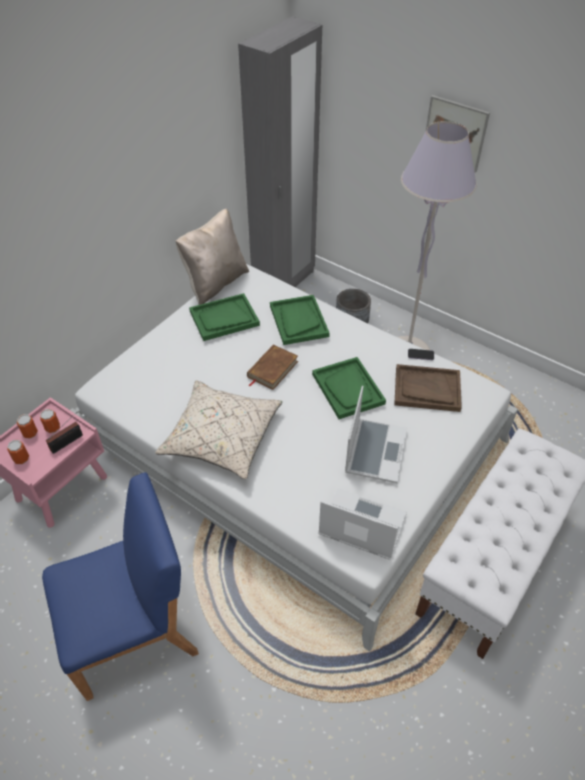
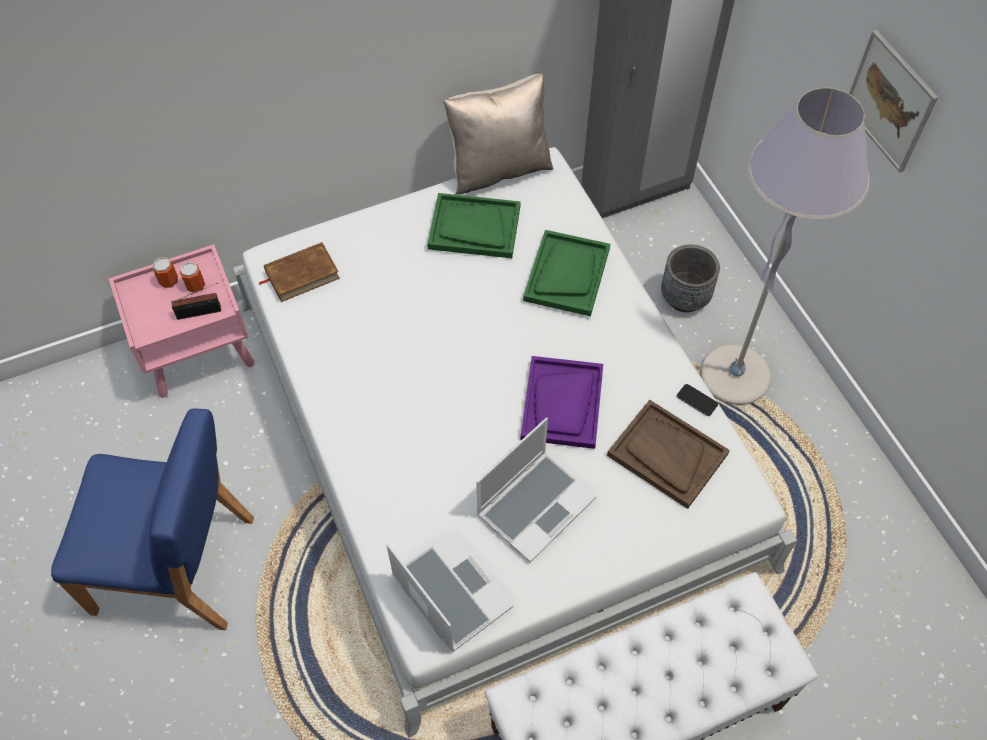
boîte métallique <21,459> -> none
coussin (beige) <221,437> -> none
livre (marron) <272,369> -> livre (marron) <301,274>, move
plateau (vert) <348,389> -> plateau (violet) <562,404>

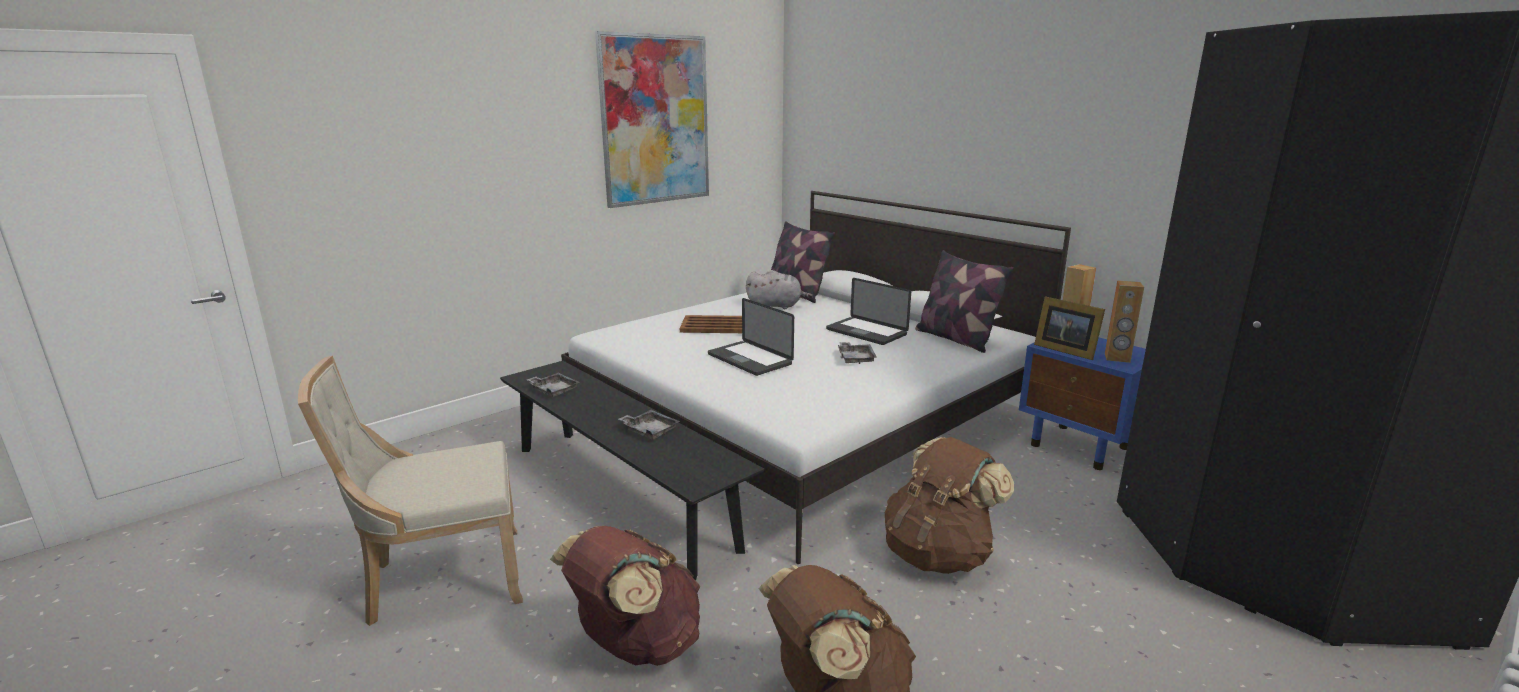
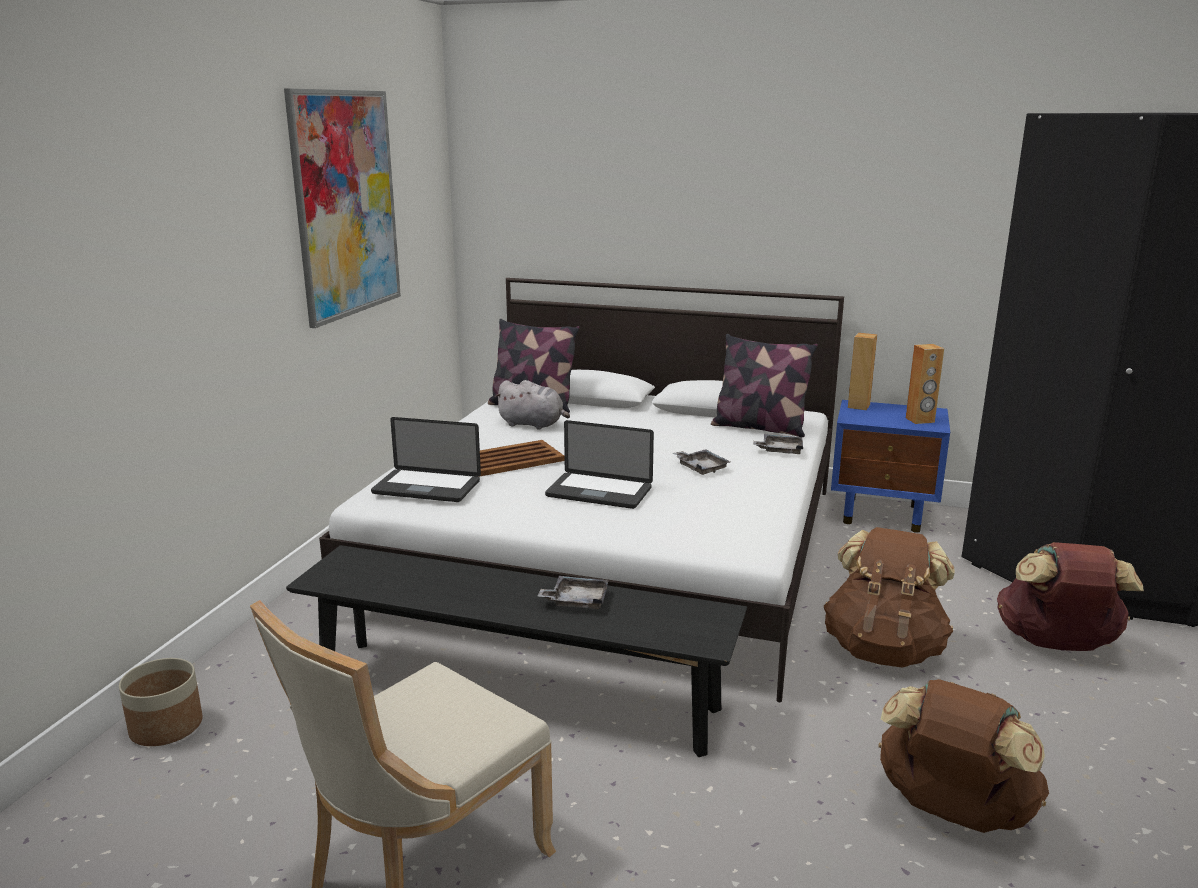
plateau (gris) <553,390> -> plateau (gris) <780,450>, move
sac à dos (marron) <636,645> -> sac à dos (marron) <1056,644>, move
peluche (gris) <776,306> -> peluche (gris) <533,424>, 45 degrees clockwise
ordinateur portable <866,332> -> ordinateur portable <426,487>, move
cadre photo <1064,350> -> none
none -> cache-pot <165,727>

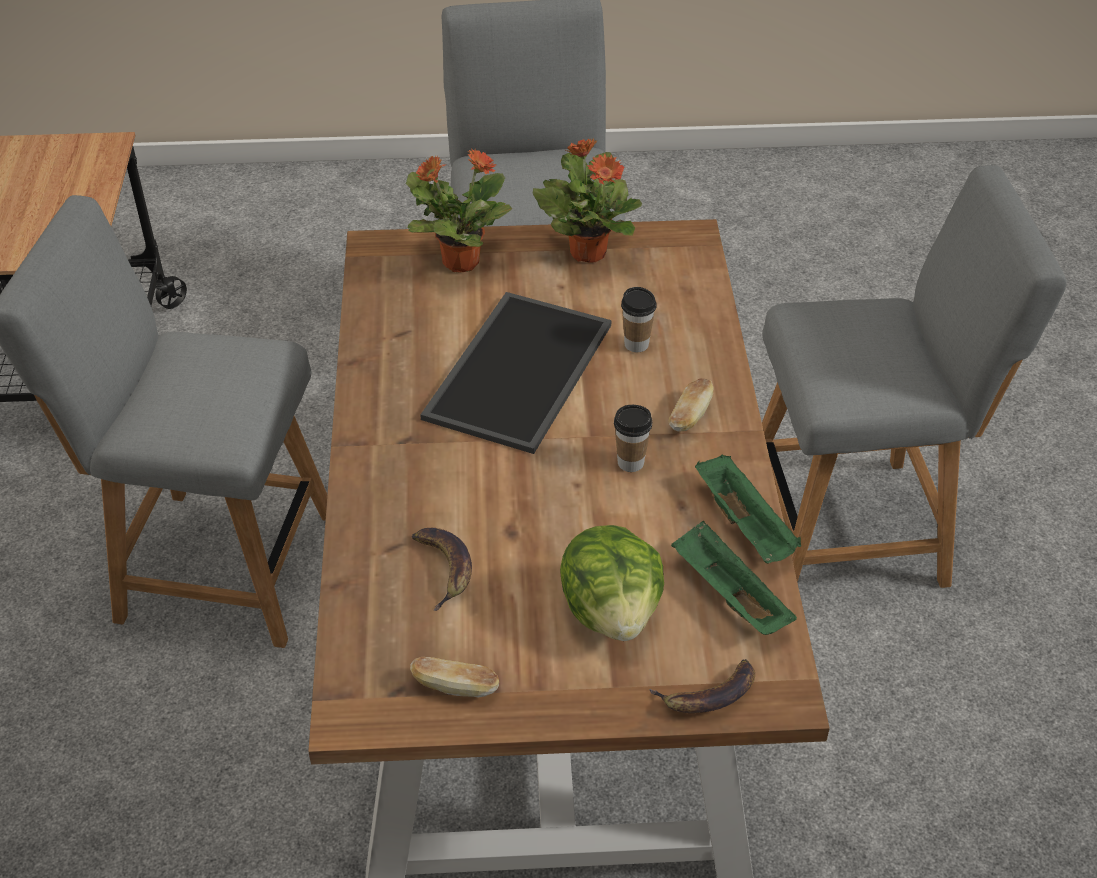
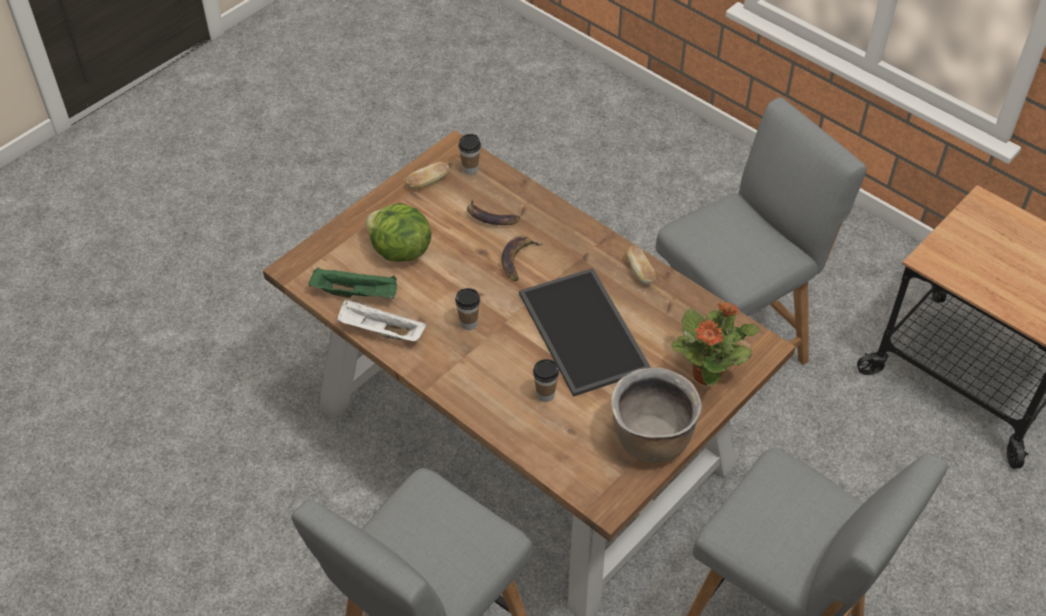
plante en pot <587,251> -> marmite (marron) <650,439>
banane <708,695> -> banane <518,259>, move
pain <689,416> -> pain <640,271>, move
plateau (vert) <745,525> -> plateau (blanc) <380,331>
none -> tasse <470,169>

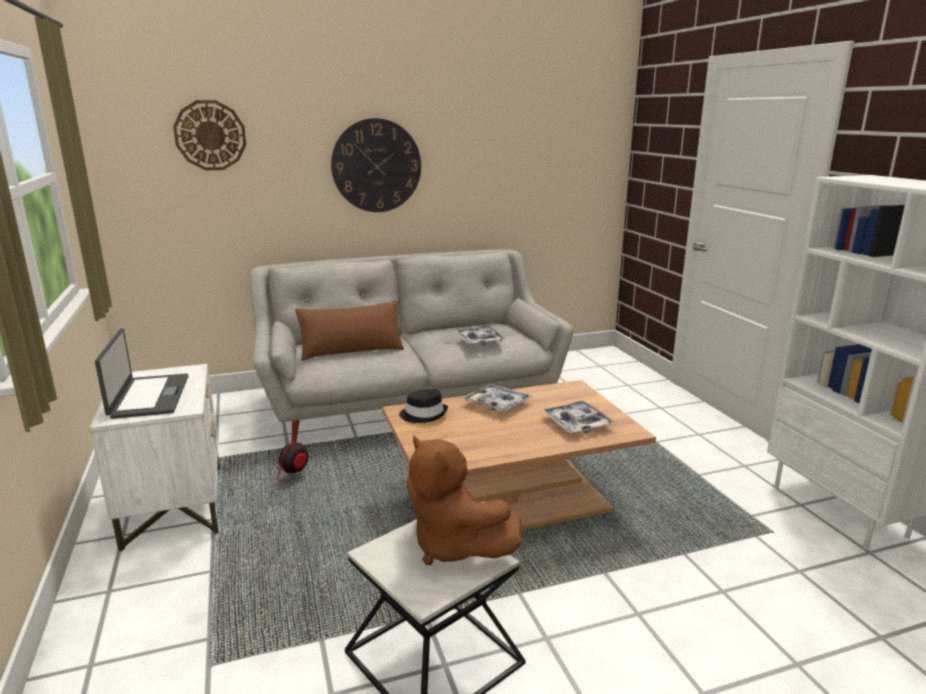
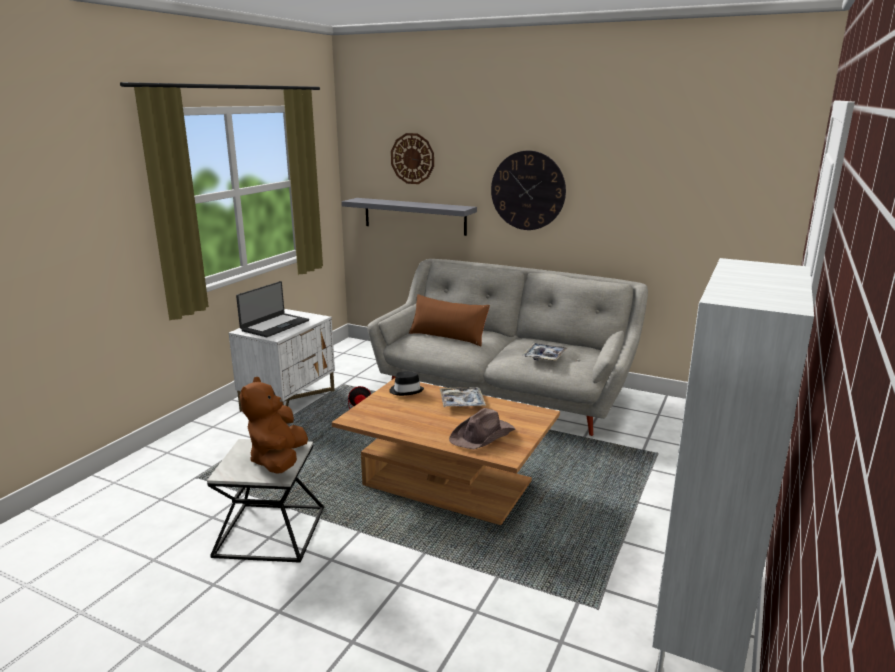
plateau <577,423> -> chapeau (marron) <483,435>
none -> étagère (gris) <414,216>

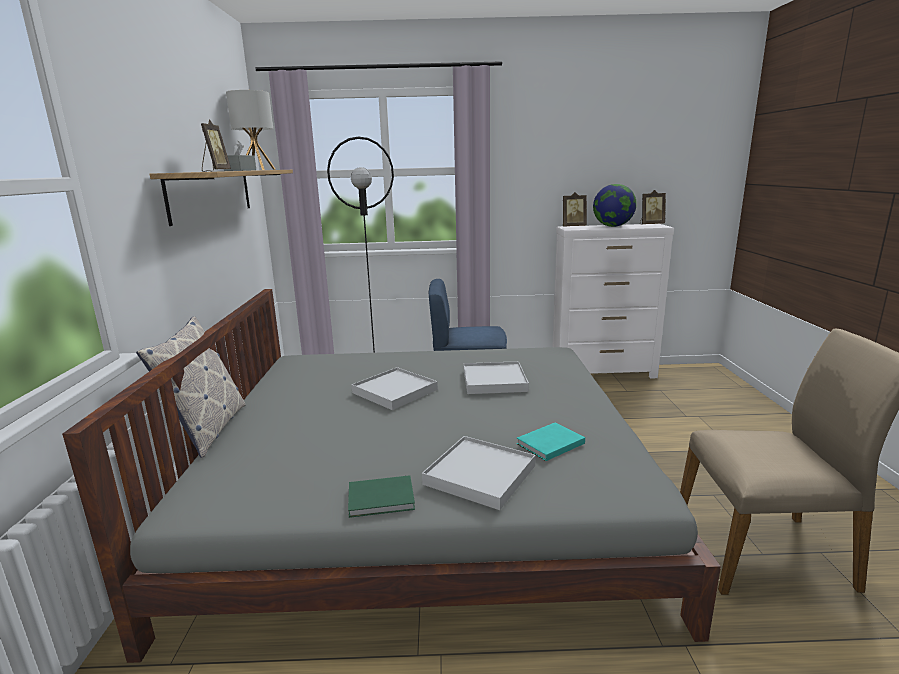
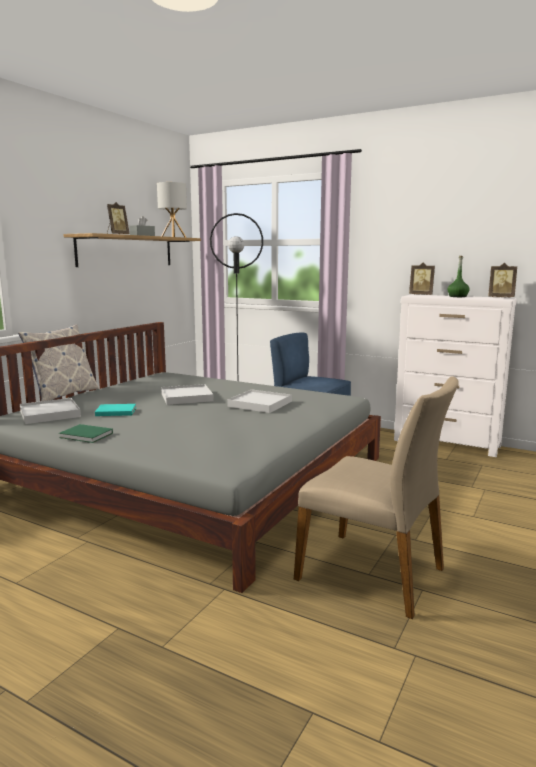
plateau (blanc) <480,475> -> plateau (blanc) <50,414>, move
livre (turquoise) <548,444> -> livre (turquoise) <115,411>, move
globe <613,226> -> bouteille (vert) <457,296>

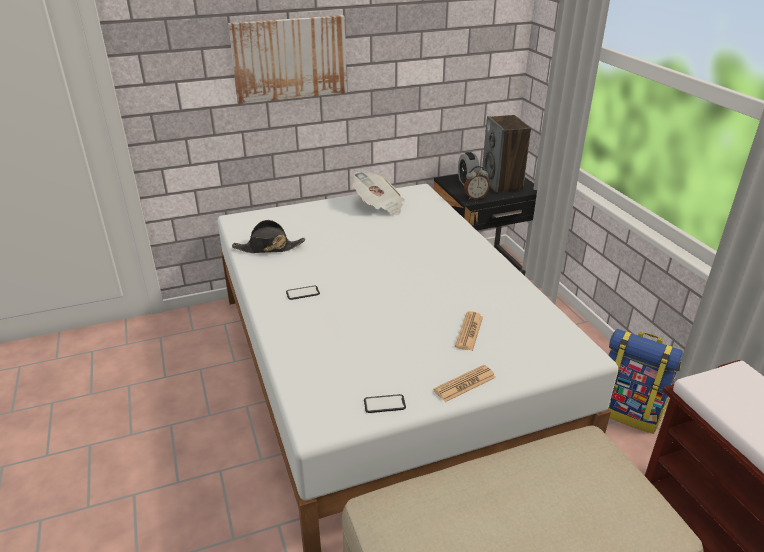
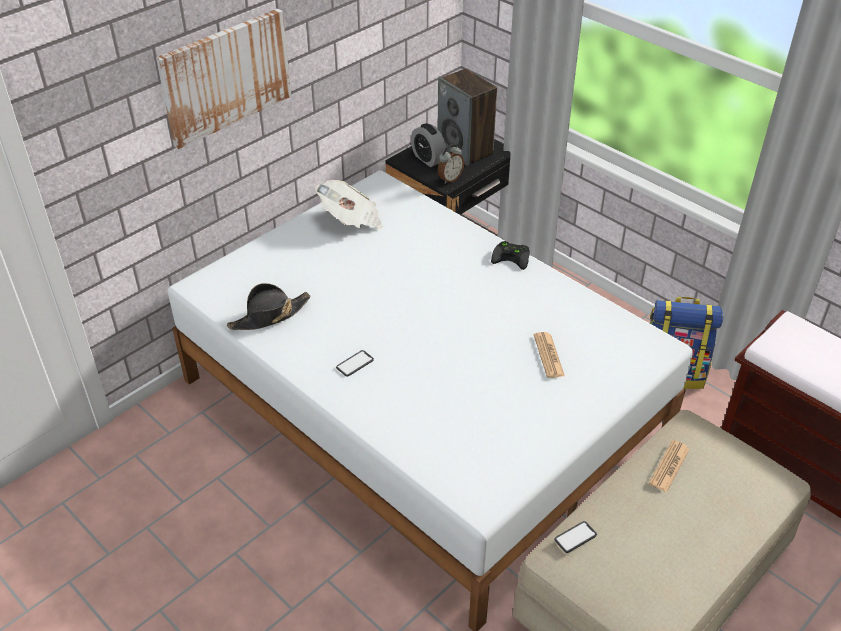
téléphone <384,404> -> téléphone <575,537>, move
journal <465,384> -> journal <669,466>, move
none -> manette (noir) <512,257>

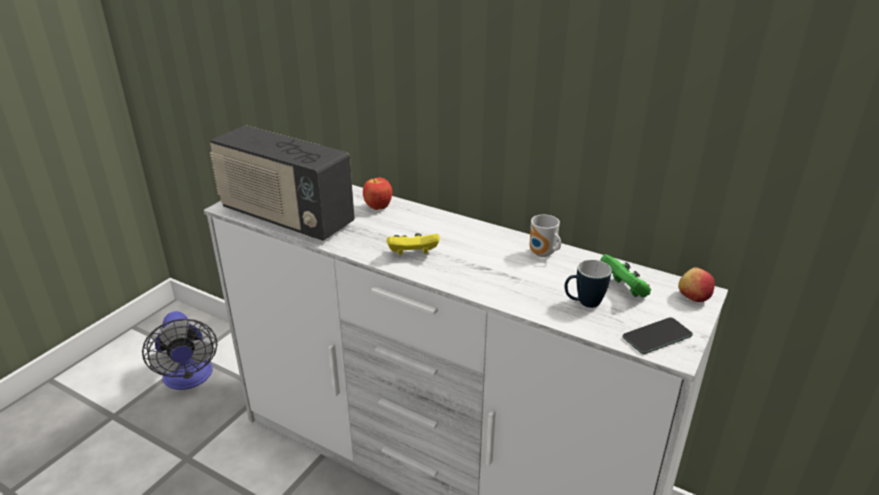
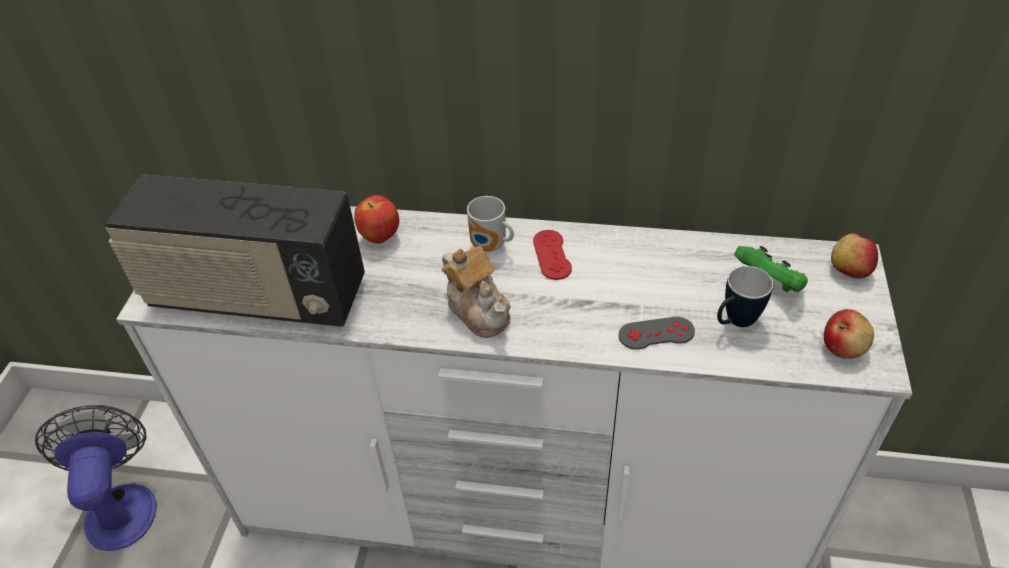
ventilateur <189,379> -> ventilateur <121,504>, 150 degrees counterclockwise
manette (jaune) <413,255> -> théière <478,309>
mug <543,254> -> mug <490,247>, move
téléphone <657,336> -> pomme <843,346>
none -> manette (rouge) <552,255>
none -> manette (gris) <656,333>

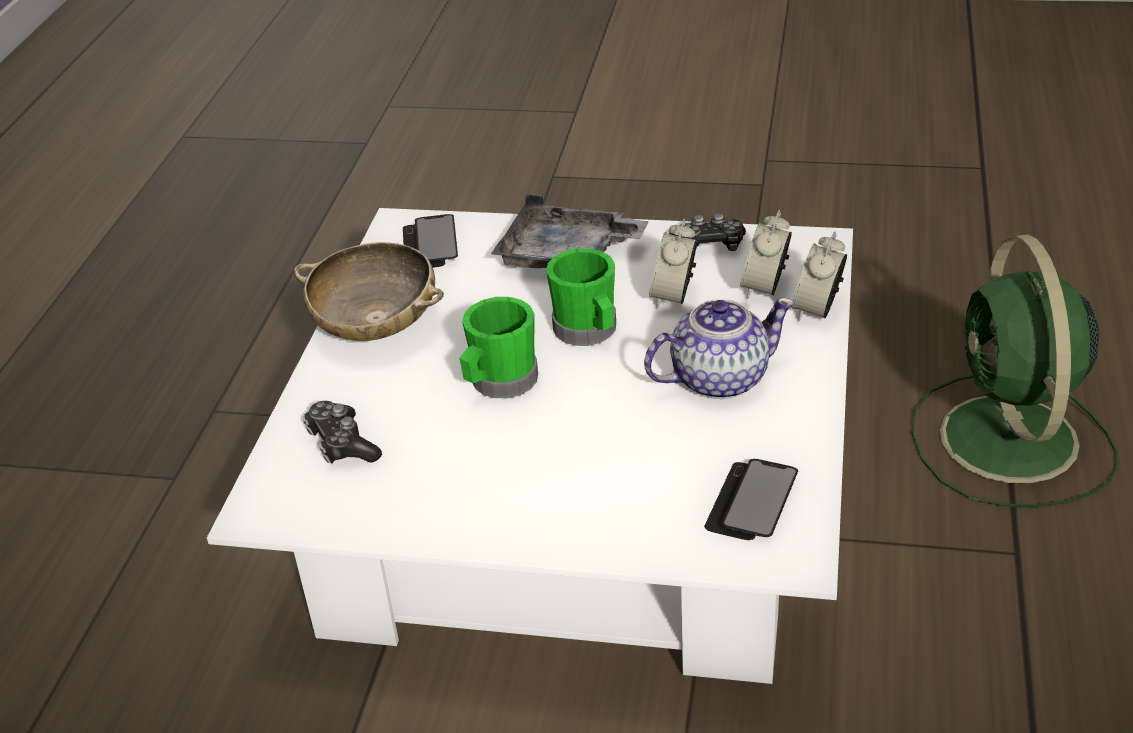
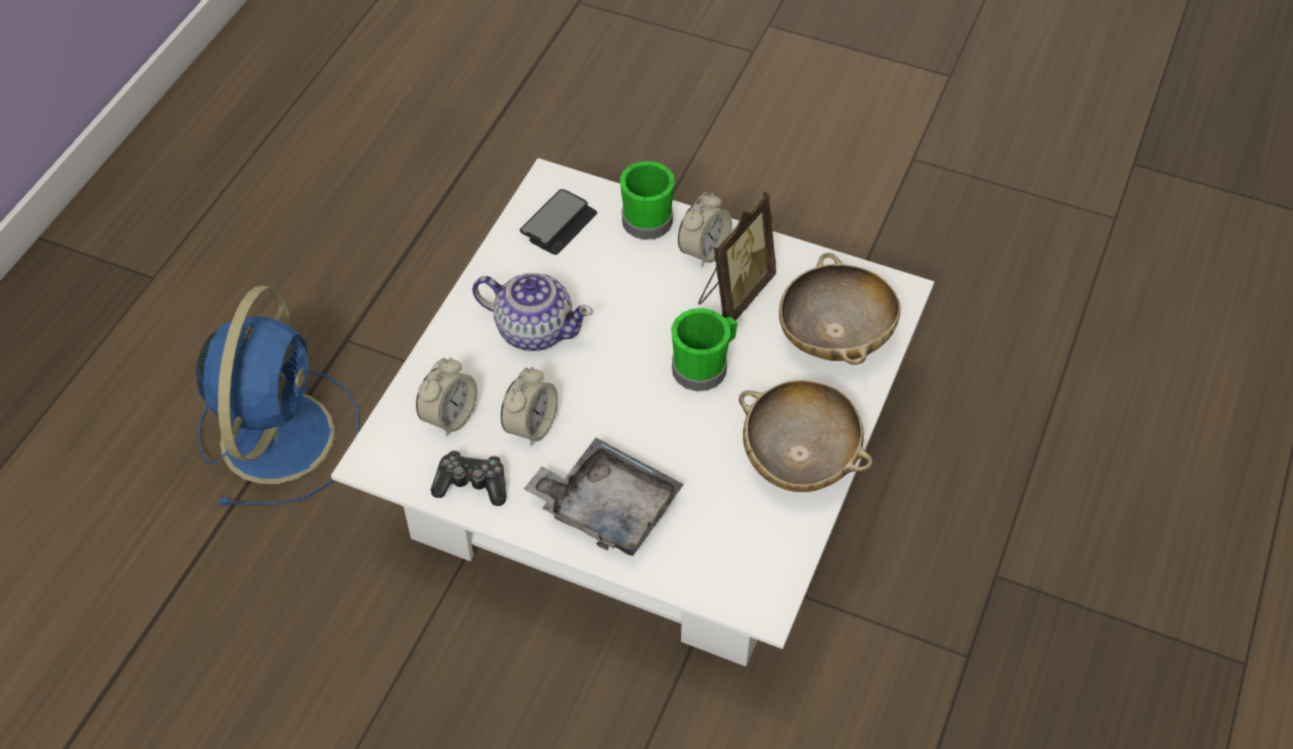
manette <342,444> -> bol (beige) <835,336>
téléphone <430,245> -> none
mug (vert) <588,332> -> mug (vert) <645,217>, move
théière <718,378> -> théière <534,329>, 150 degrees counterclockwise
réveil <817,310> -> réveil <704,251>, move
ventilateur (vert) <1010,443> -> ventilateur (bleu) <279,432>
none -> cadre photo <734,294>

